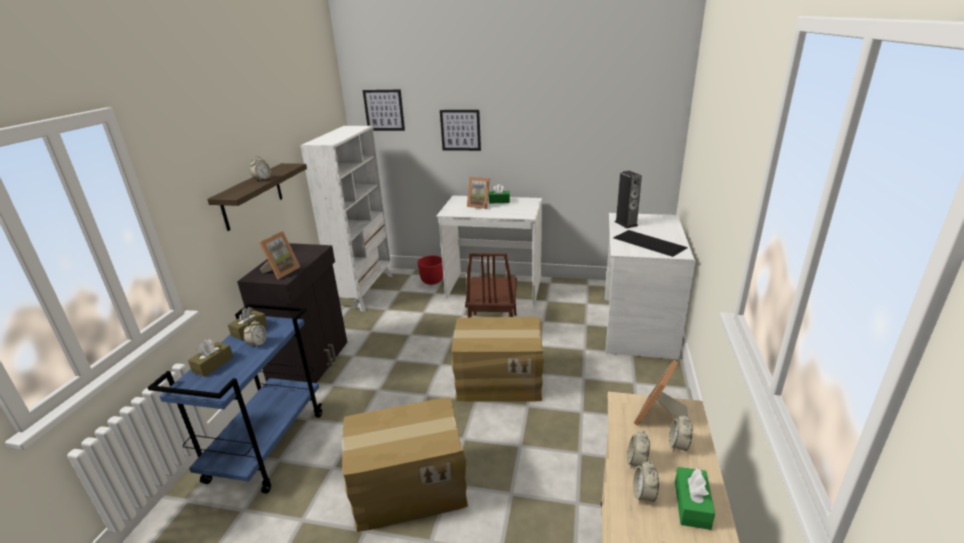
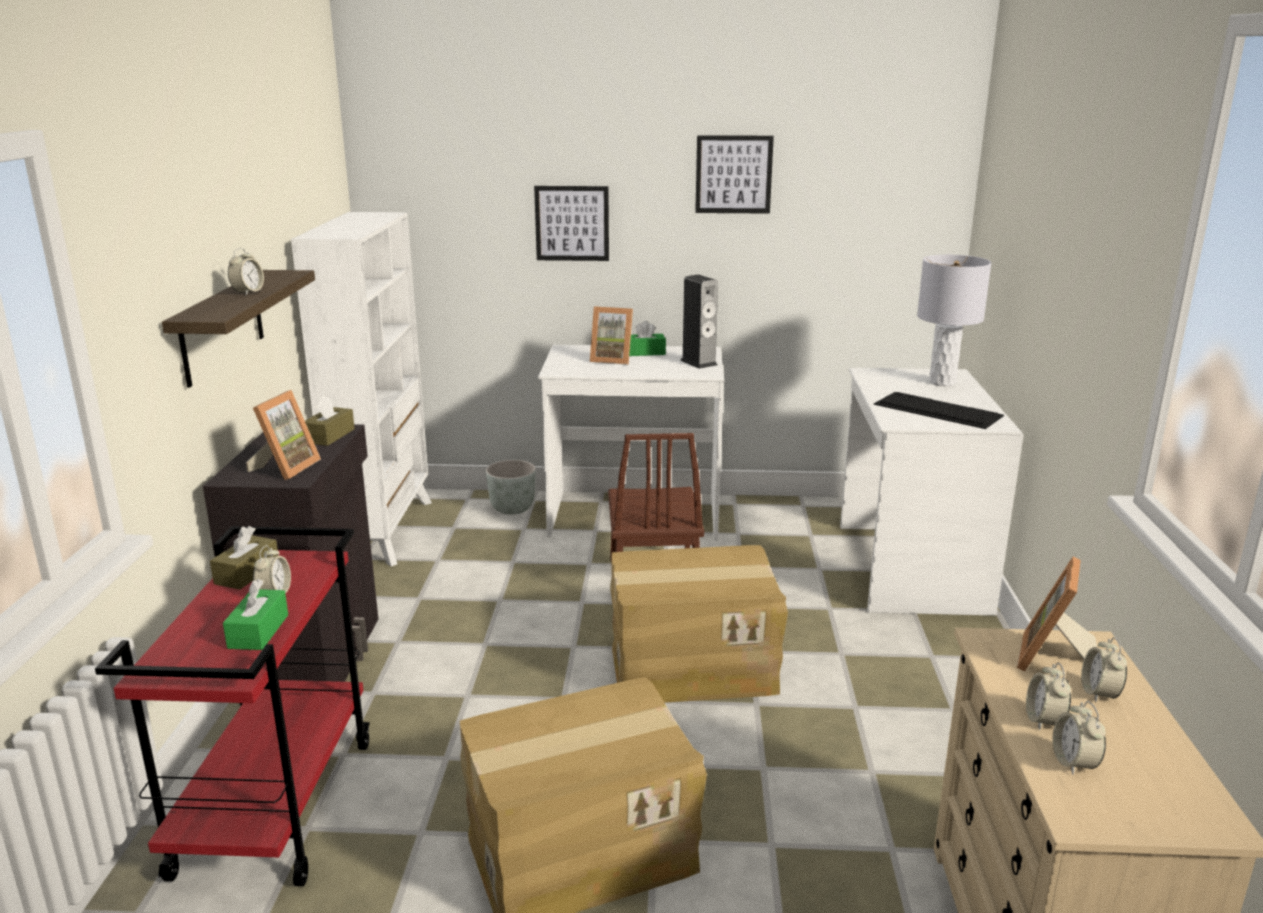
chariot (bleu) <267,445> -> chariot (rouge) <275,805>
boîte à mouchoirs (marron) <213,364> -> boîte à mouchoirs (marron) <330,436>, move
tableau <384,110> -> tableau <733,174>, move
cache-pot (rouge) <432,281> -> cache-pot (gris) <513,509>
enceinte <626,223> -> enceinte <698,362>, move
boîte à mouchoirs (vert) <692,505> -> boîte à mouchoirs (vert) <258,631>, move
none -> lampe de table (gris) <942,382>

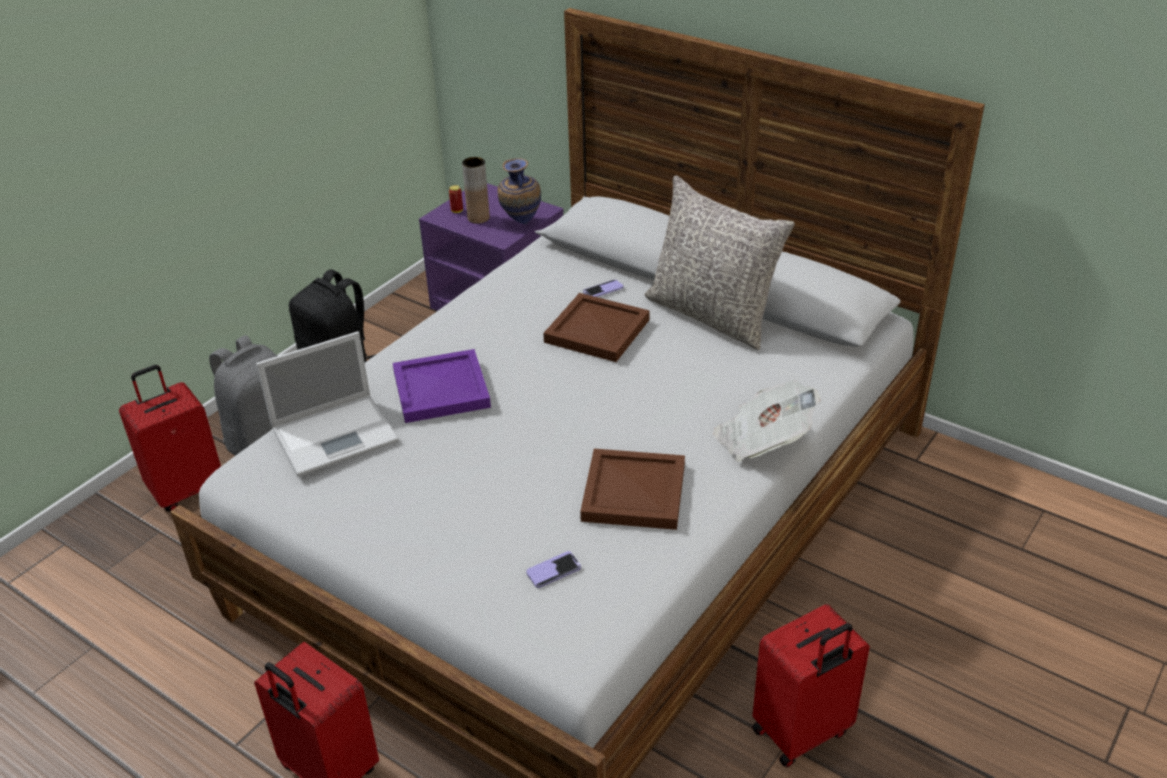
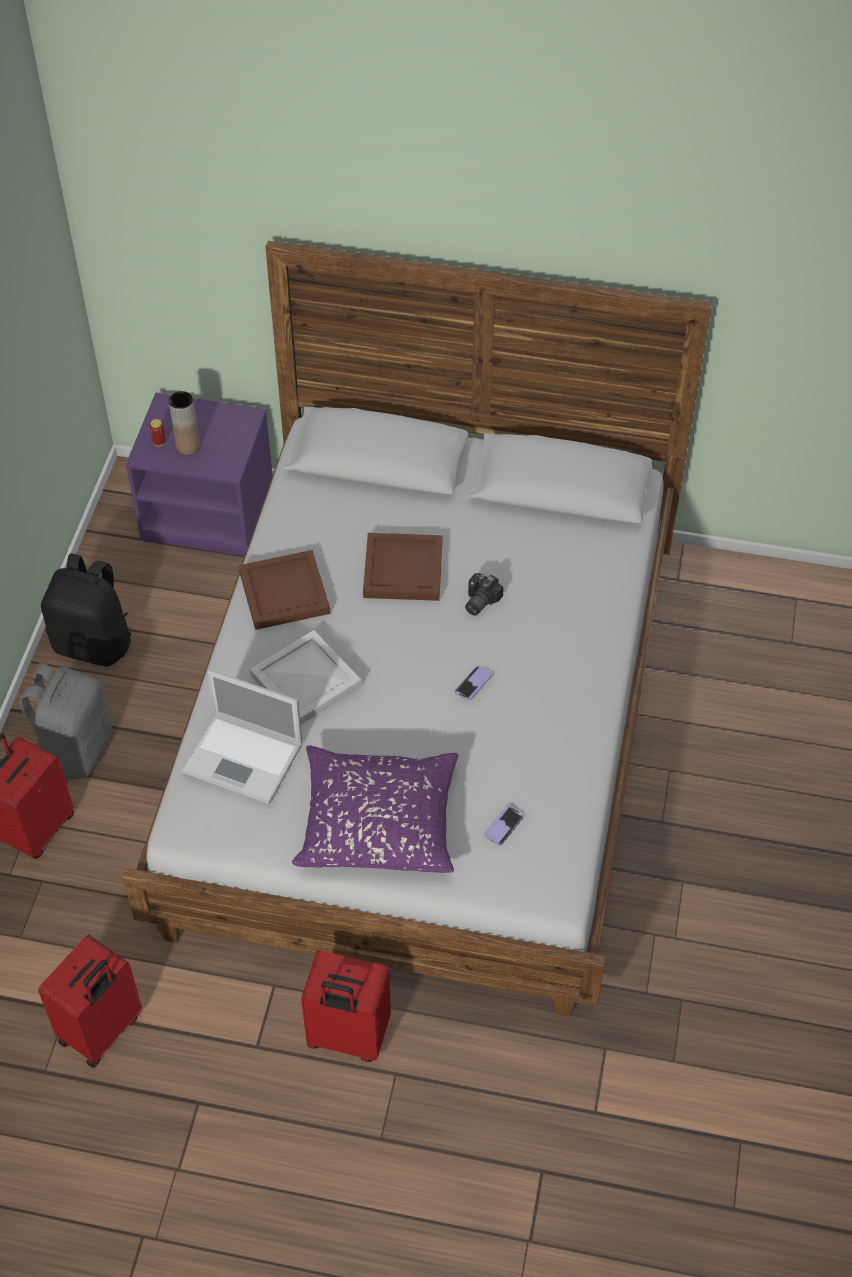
ordinateur portable <337,434> -> ordinateur portable <245,758>, 75 degrees clockwise
plateau (violet) <442,388> -> plateau (blanc) <306,679>
vase <520,223> -> none
plateau (marron) <632,493> -> plateau (marron) <283,593>, move
téléphone <603,290> -> téléphone <473,684>, move
coussin (gris) <712,315> -> none
journal <763,440> -> none
valise (rouge) <802,733> -> valise (rouge) <102,1030>, move
none -> coussin (violet) <378,822>
none -> appareil photo <478,601>

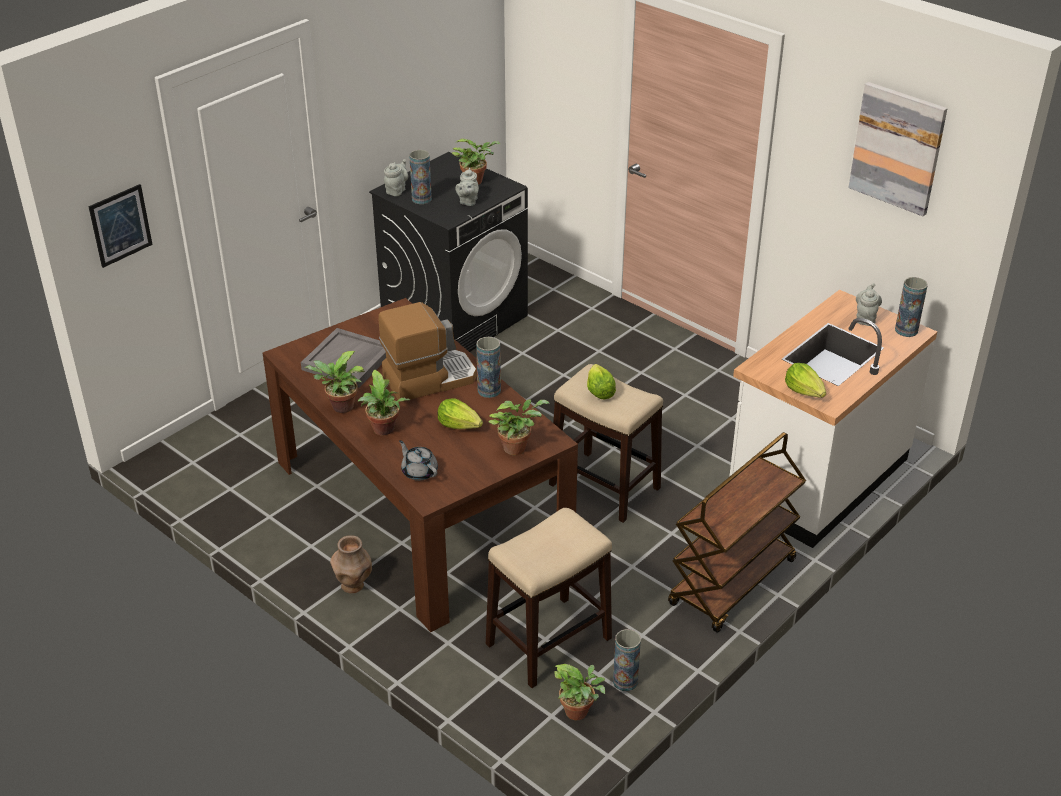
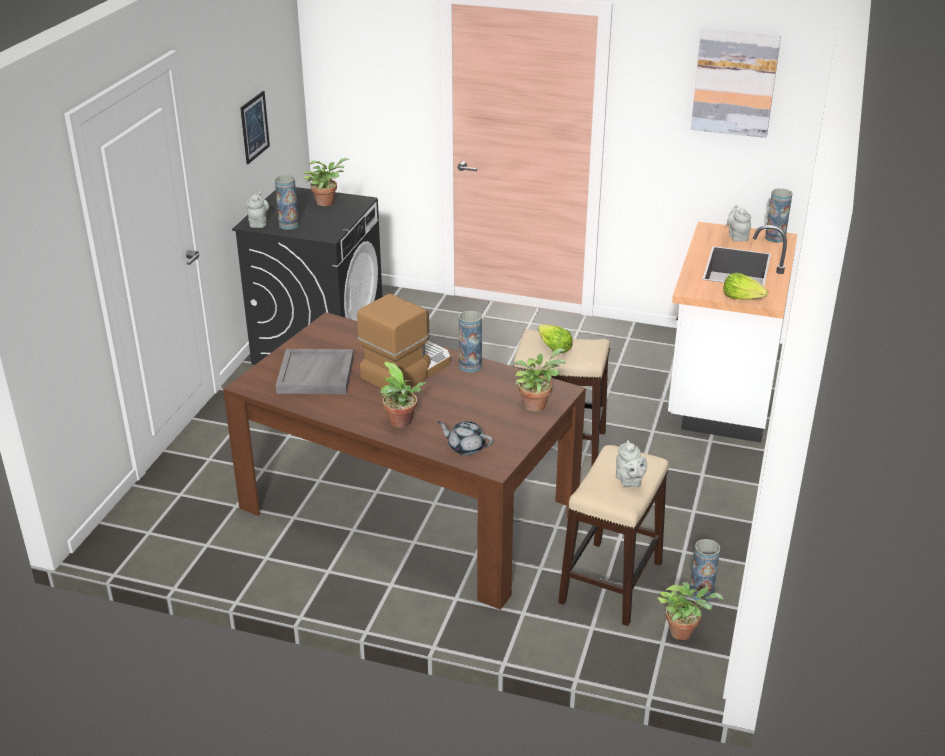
tableau <120,225> -> tableau <254,127>, move
plante en pot <340,408> -> none
vase (marron) <353,585> -> none
laitue <459,425> -> none
théière (gris) <468,201> -> théière (gris) <629,481>, move
chariot (marron) <733,584> -> none

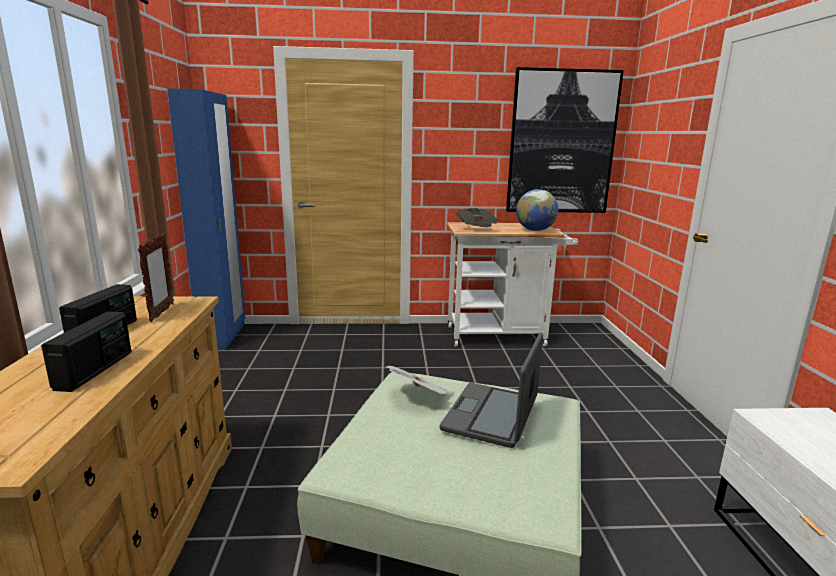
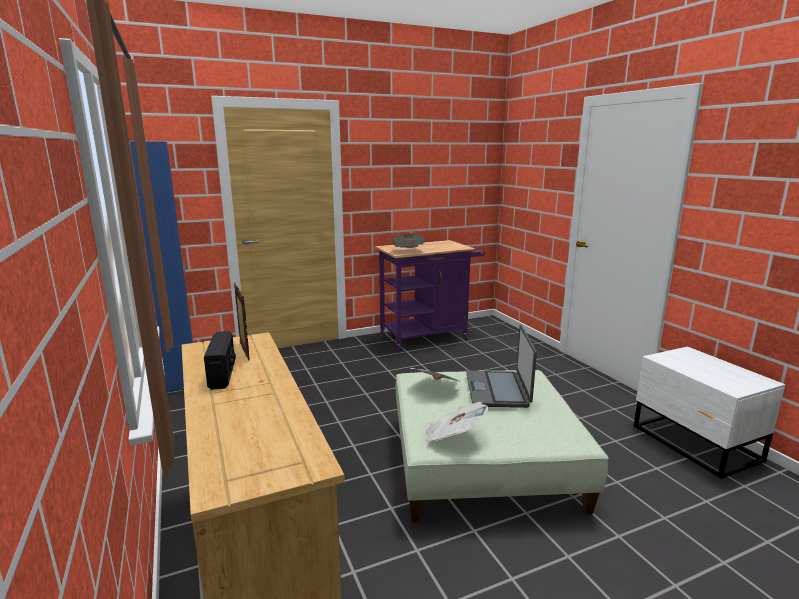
radio <95,370> -> none
chariot (blanc) <502,335> -> chariot (violet) <428,336>
tableau <561,143> -> none
globe <535,230> -> none
none -> journal <453,436>

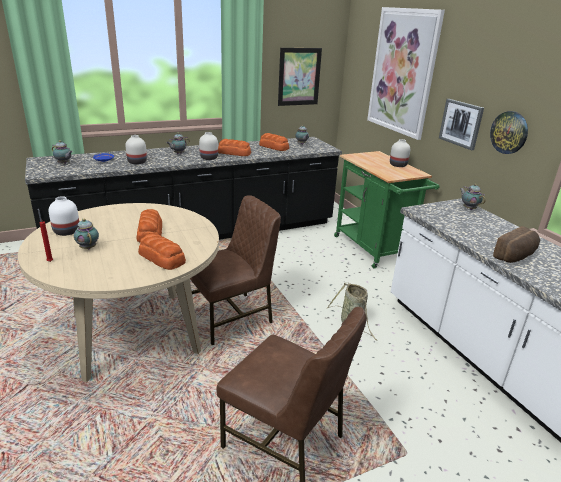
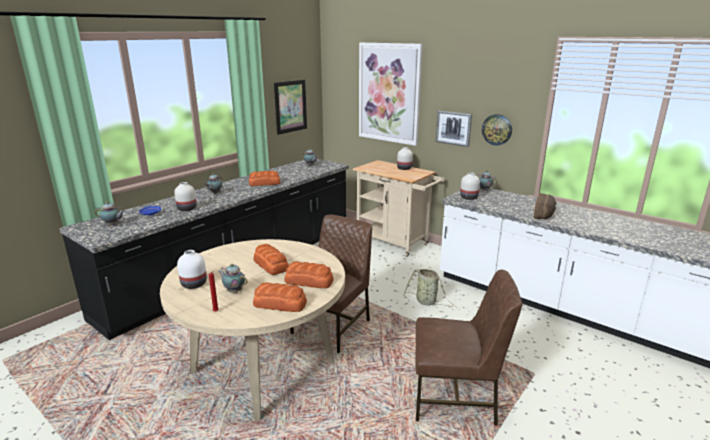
vase (blanc) <208,158> -> vase (blanc) <468,197>, move
pain <274,147> -> pain <280,304>, move
chariot (vert) <374,250> -> chariot (beige) <395,243>

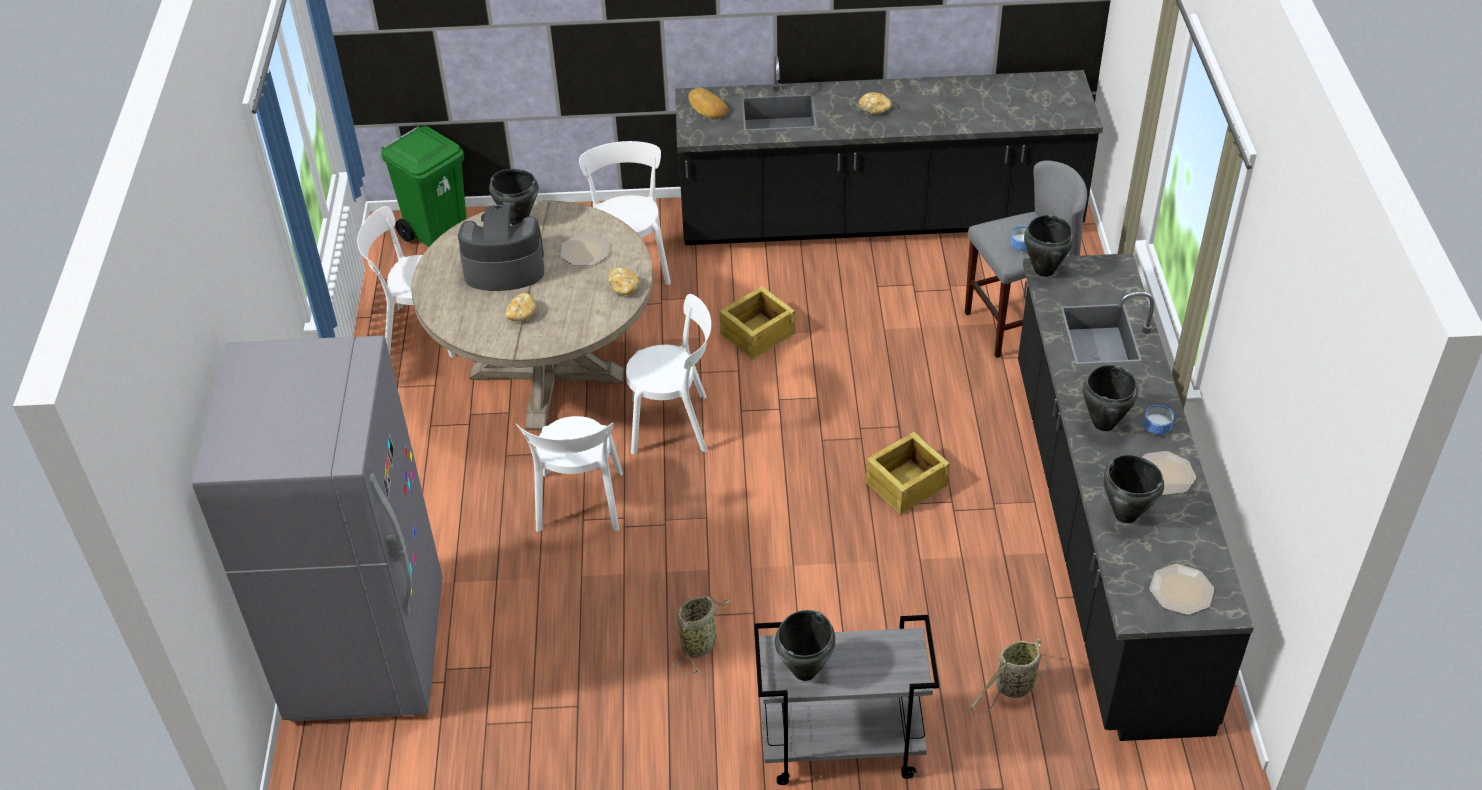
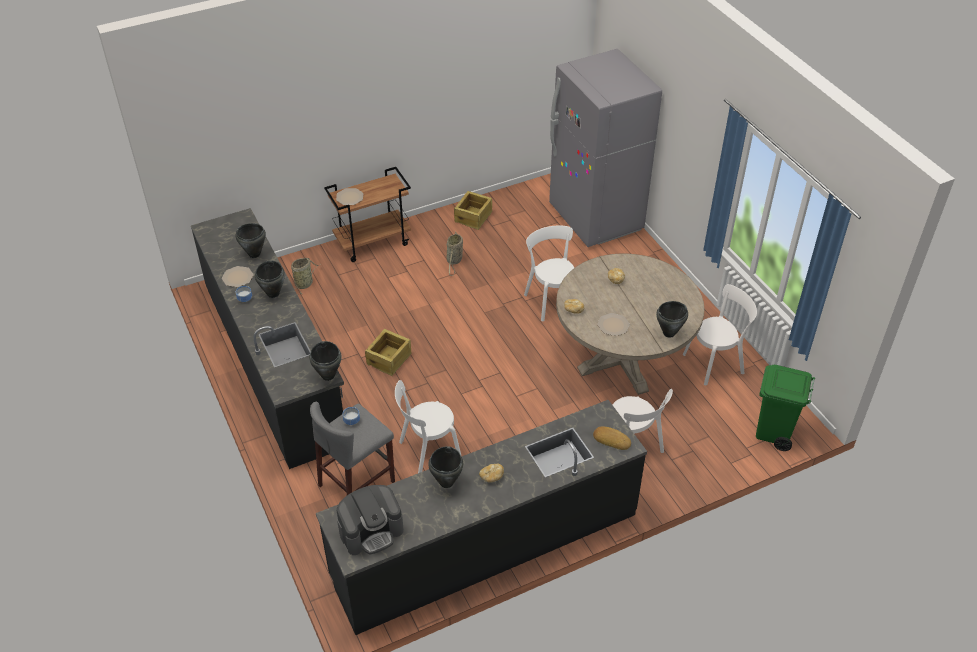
machine à café <503,269> -> machine à café <371,531>, move
chaise (blanc) <674,424> -> chaise (blanc) <427,452>, move
caisse <756,334> -> caisse <473,217>, move
chariot (gris) <840,747> -> chariot (marron) <373,242>
marmite (noir) <805,671> -> marmite (noir) <446,482>, move
assiette <1181,591> -> assiette <349,197>, move

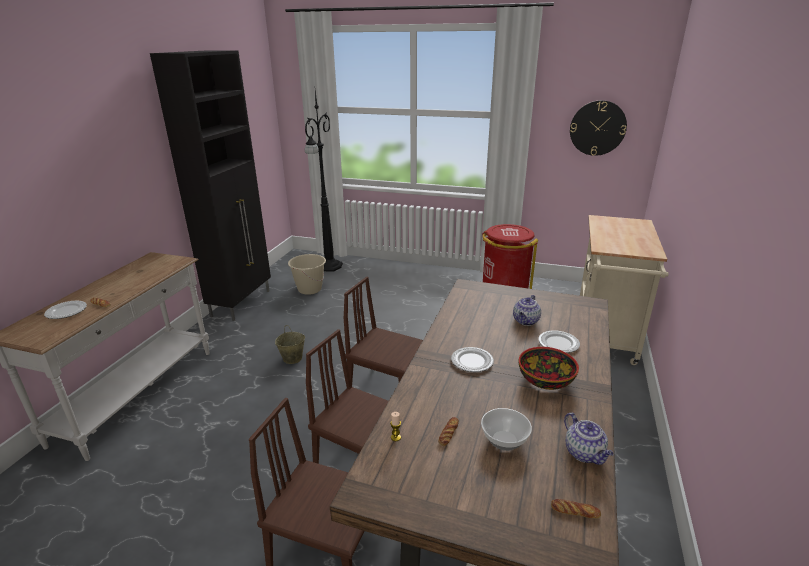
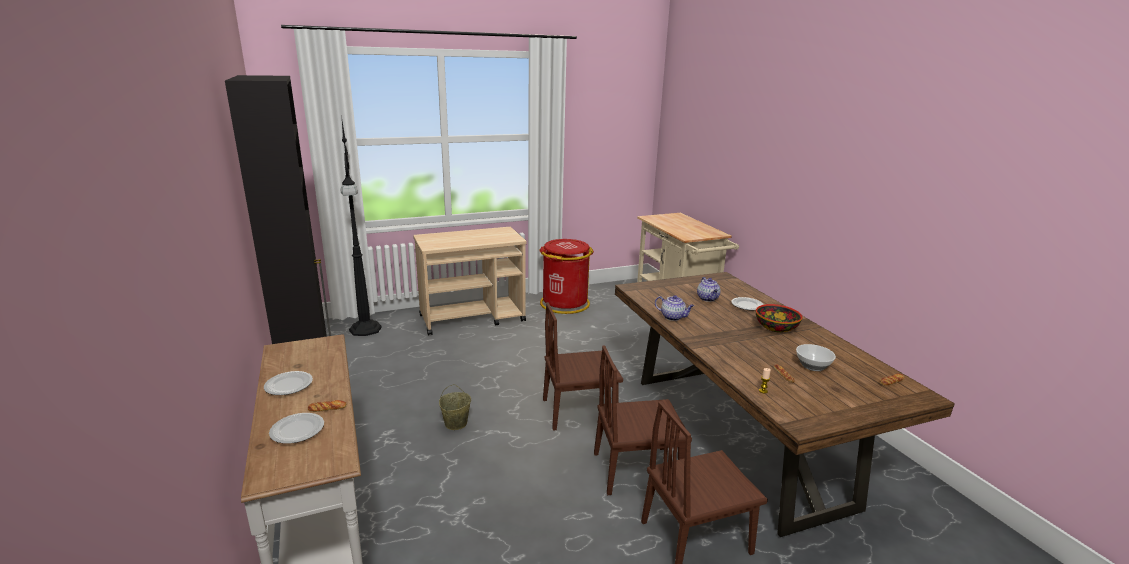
seau (beige) <309,289> -> none
assiette <472,361> -> assiette <289,385>, move
théière <585,453> -> théière <673,317>, move
horloge murale <597,128> -> none
none -> chariot (beige) <473,318>

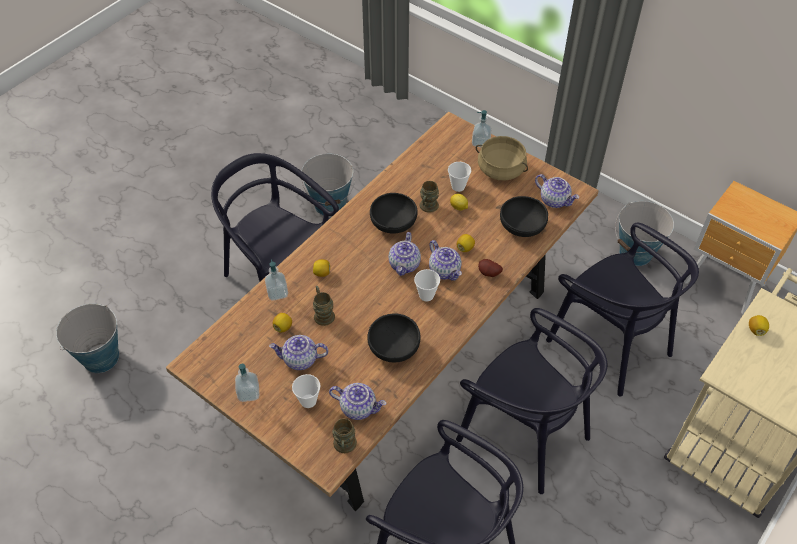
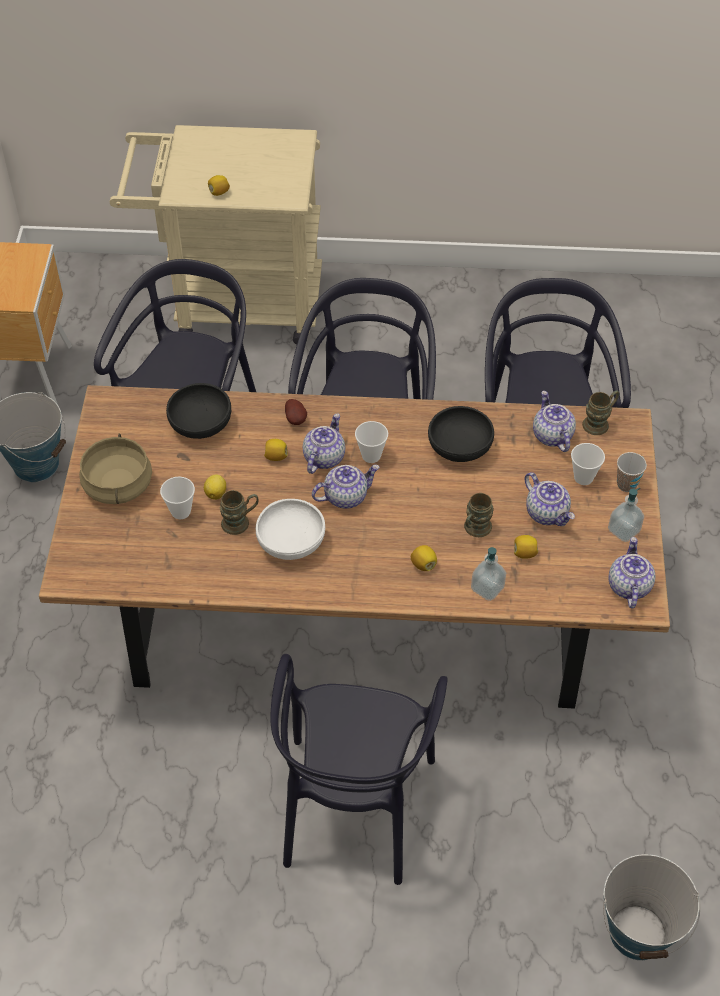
seau <330,204> -> none
bol (noir) <393,223> -> bol (blanc) <291,542>
distributeur de savon <481,142> -> none
théière <555,200> -> théière <628,586>, move
none -> tasse <626,484>

